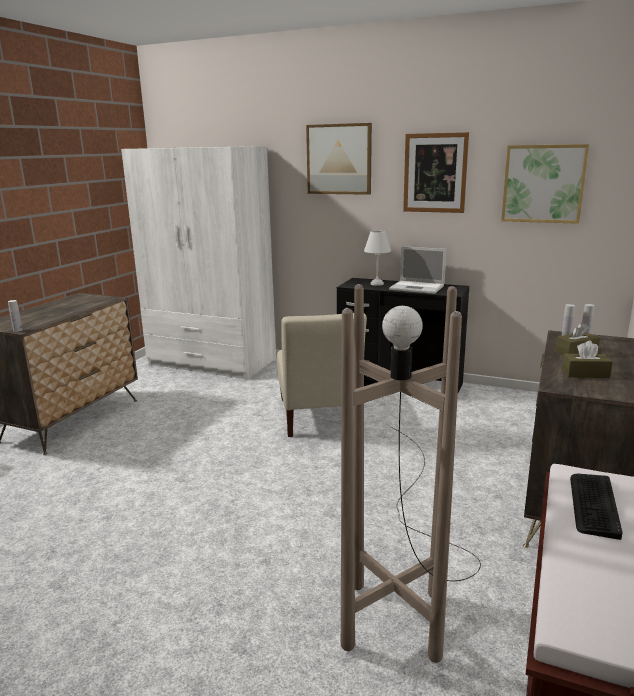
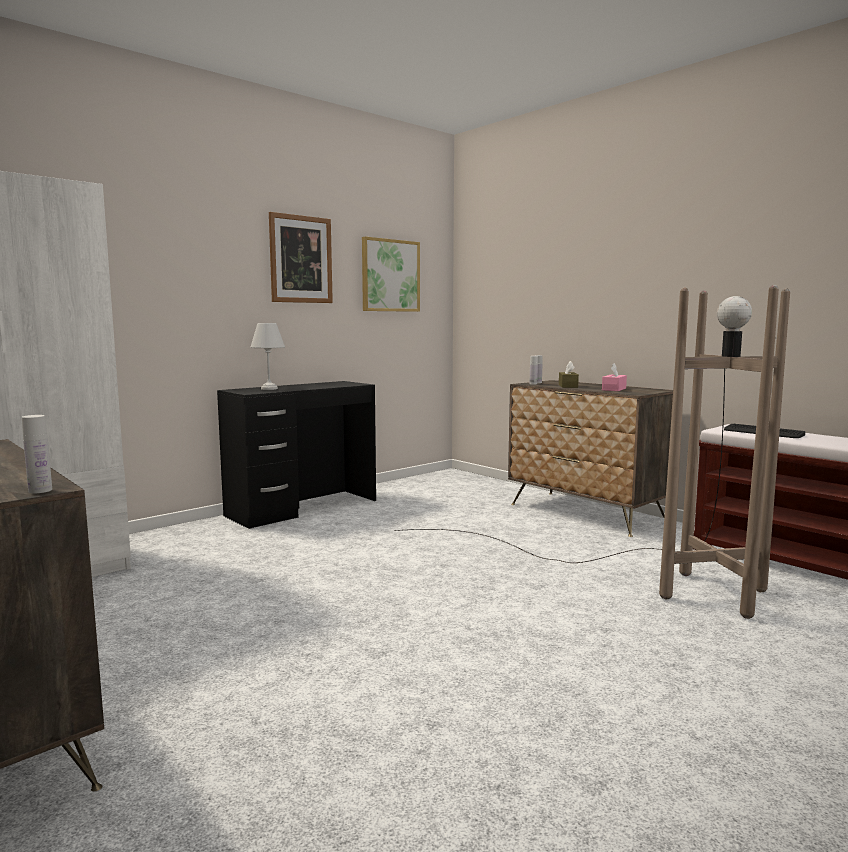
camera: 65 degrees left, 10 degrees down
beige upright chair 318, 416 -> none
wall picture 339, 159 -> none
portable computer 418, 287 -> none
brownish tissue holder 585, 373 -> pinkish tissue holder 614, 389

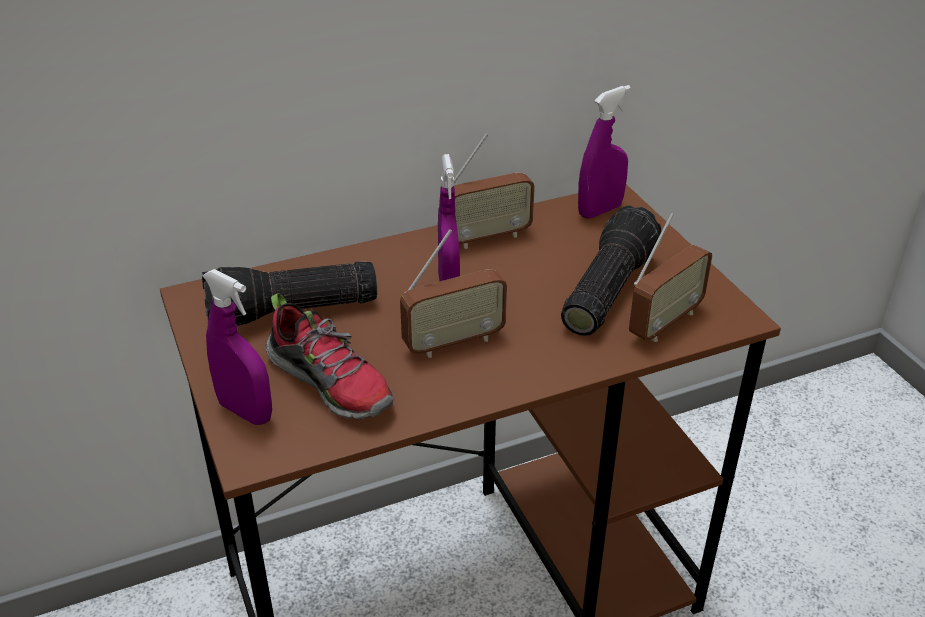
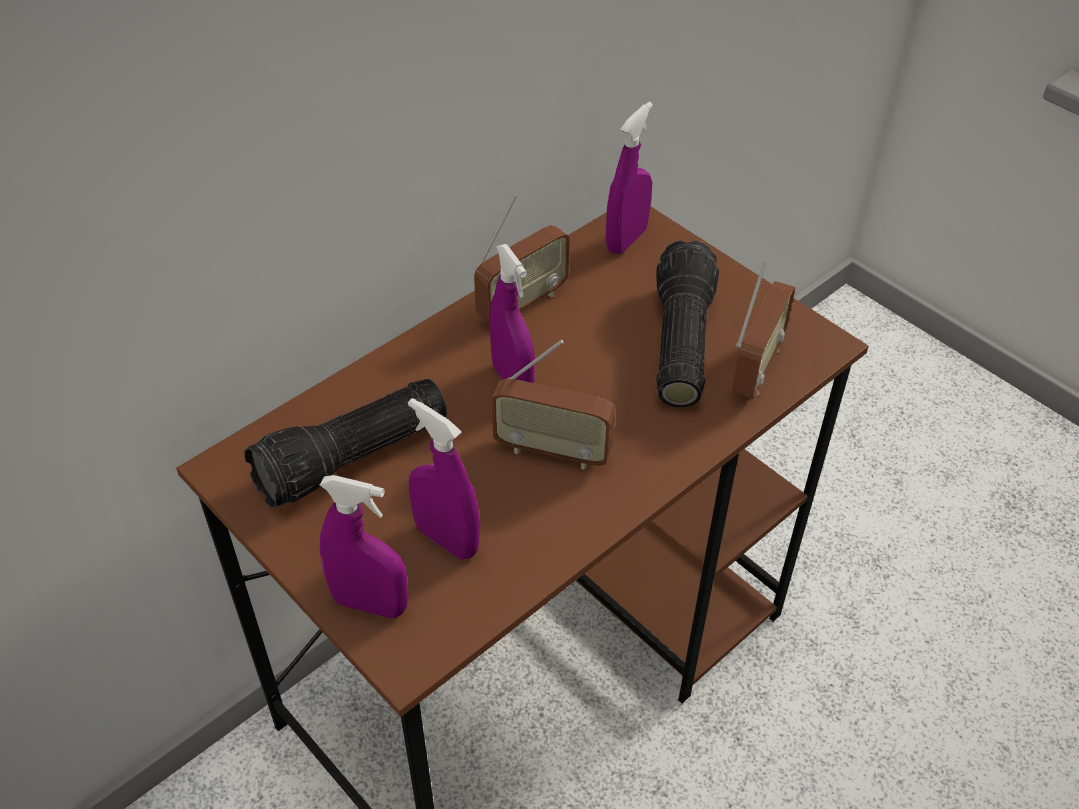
camera: 20 degrees left, 10 degrees up
item of footwear 331, 383 -> purple hand sprayer 447, 540
radio 453, 342 -> radio 552, 451, 60 degrees clockwise

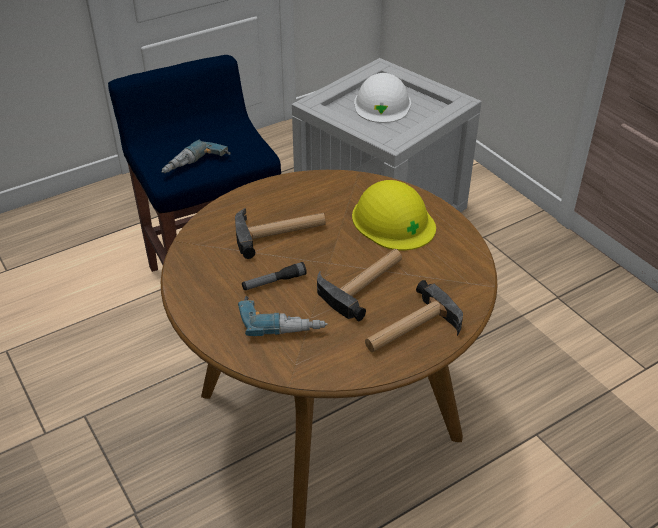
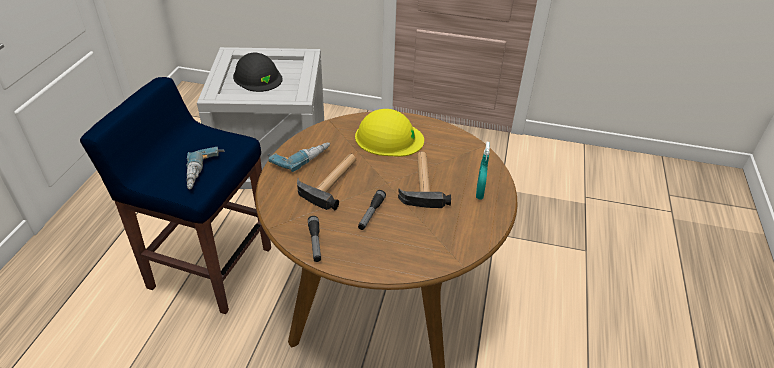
camera: 45 degrees left, 0 degrees up
none -> torch 315, 242
drill 282, 321 -> drill 299, 157, move
hand hammer 410, 329 -> turquoise hand sprayer 479, 193
whitish work helmet 382, 104 -> blackish work helmet 257, 77

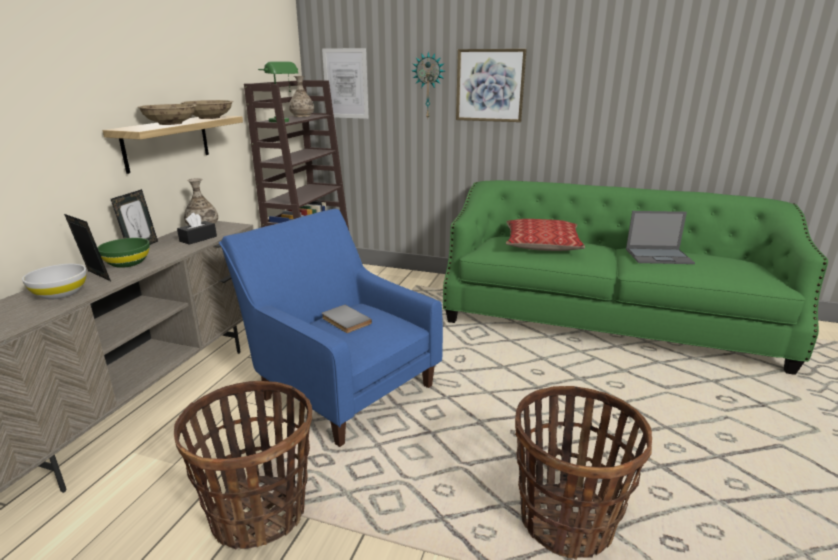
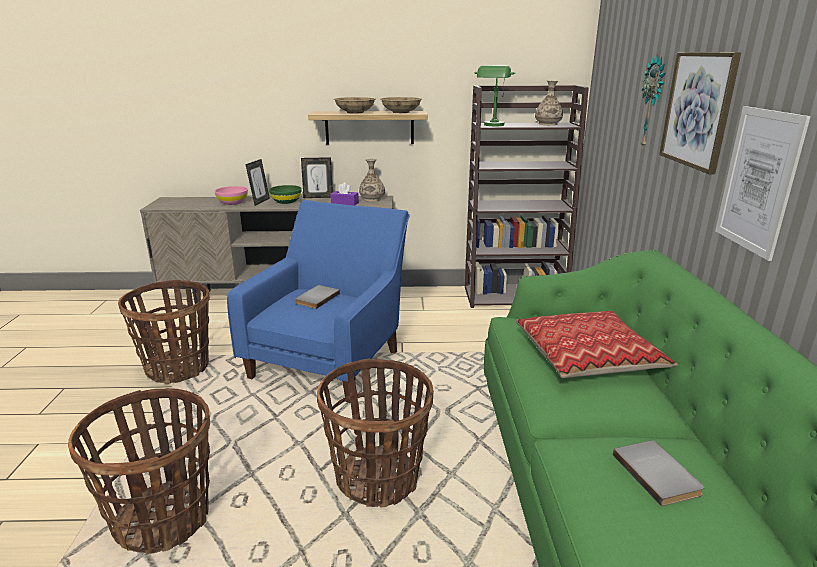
camera: 70 degrees right, 0 degrees up
none -> basket 378, 478
wall picture 345, 83 -> wall picture 758, 180, move
portable computer 659, 256 -> gray bound book 658, 474
whitish bowl 60, 294 -> pinkish bowl 232, 202
blackish tissue holder 198, 239 -> purple tissue holder 344, 203

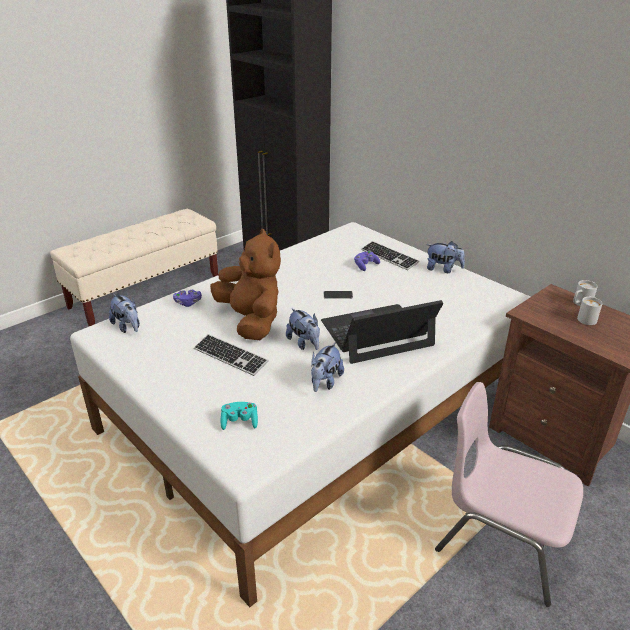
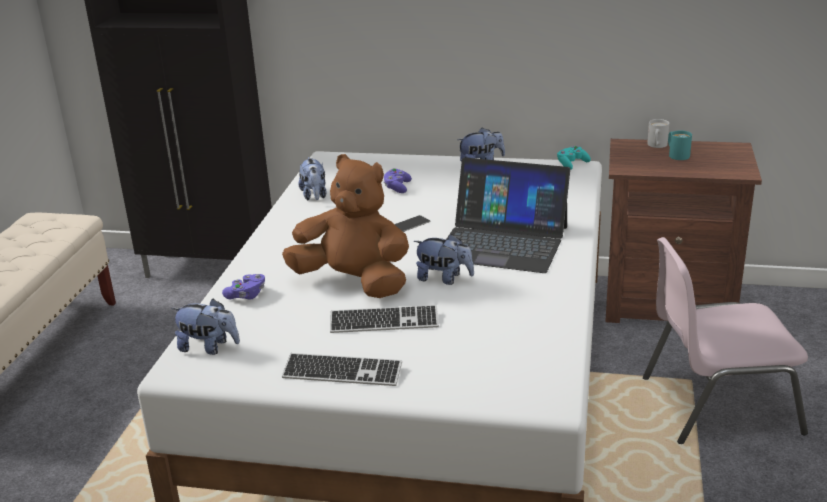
camera: 35 degrees left, 5 degrees down
turquoise gamepad 240, 422 -> turquoise gamepad 572, 164, move
cuddly toy 325, 382 -> cuddly toy 314, 196, move
keyboard 389, 257 -> keyboard 342, 372, move
whitish tea mug 586, 317 -> turquoise tea mug 676, 154
portable computer 377, 333 -> portable computer 502, 242, 105 degrees counterclockwise

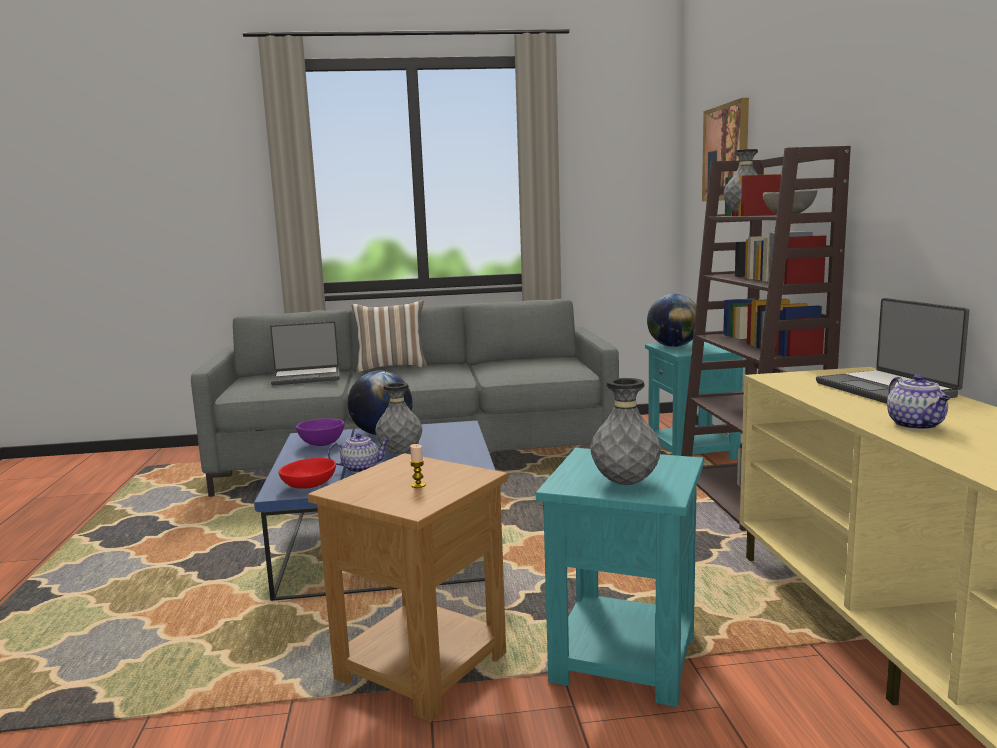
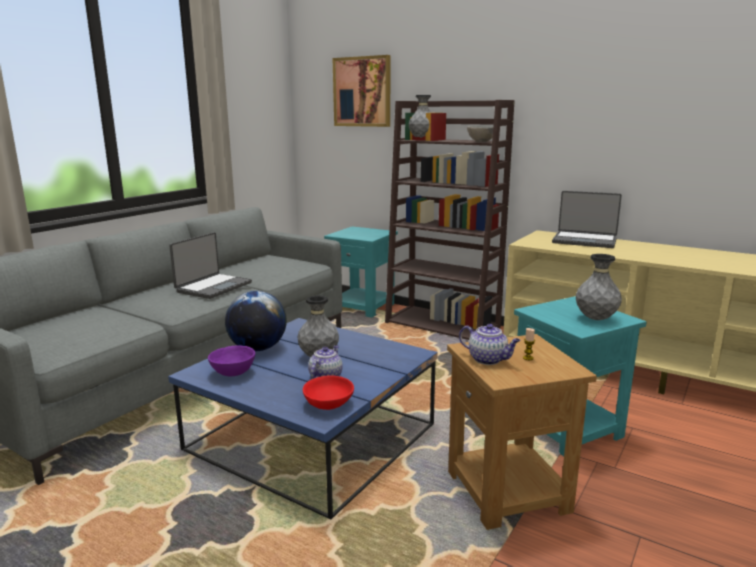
camera: 50 degrees left, 5 degrees up
throw pillow 392, 367 -> none
globe 673, 346 -> none
portable computer 306, 377 -> portable computer 213, 287, move
tea pot 917, 425 -> tea pot 488, 359, move

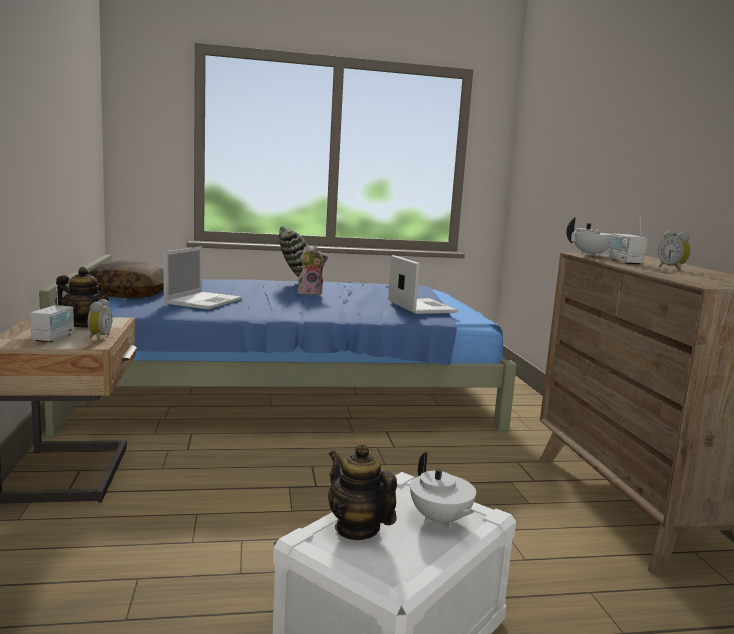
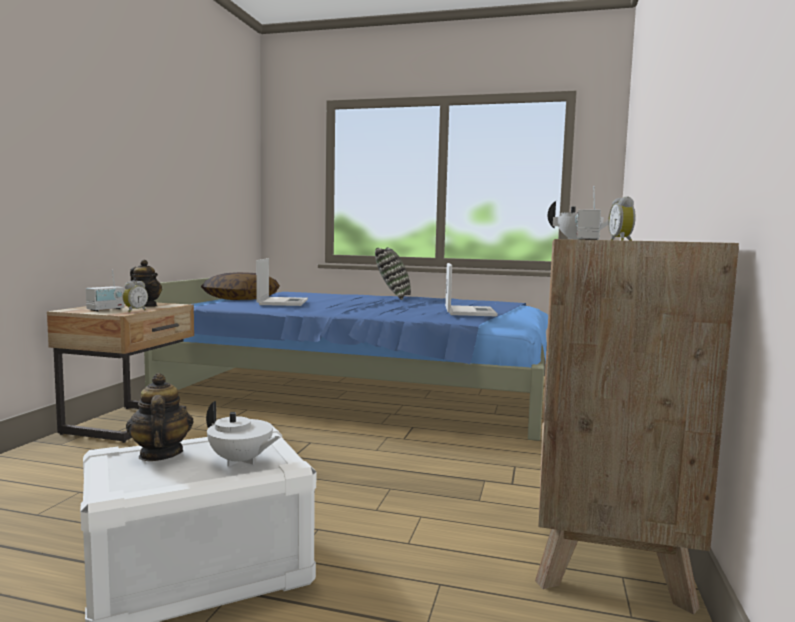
camera: 25 degrees right, 5 degrees down
cuddly toy 310, 293 -> none
portable computer 204, 301 -> portable computer 283, 302, 45 degrees counterclockwise
whitish tea pot 440, 520 -> whitish tea pot 241, 461, 60 degrees counterclockwise

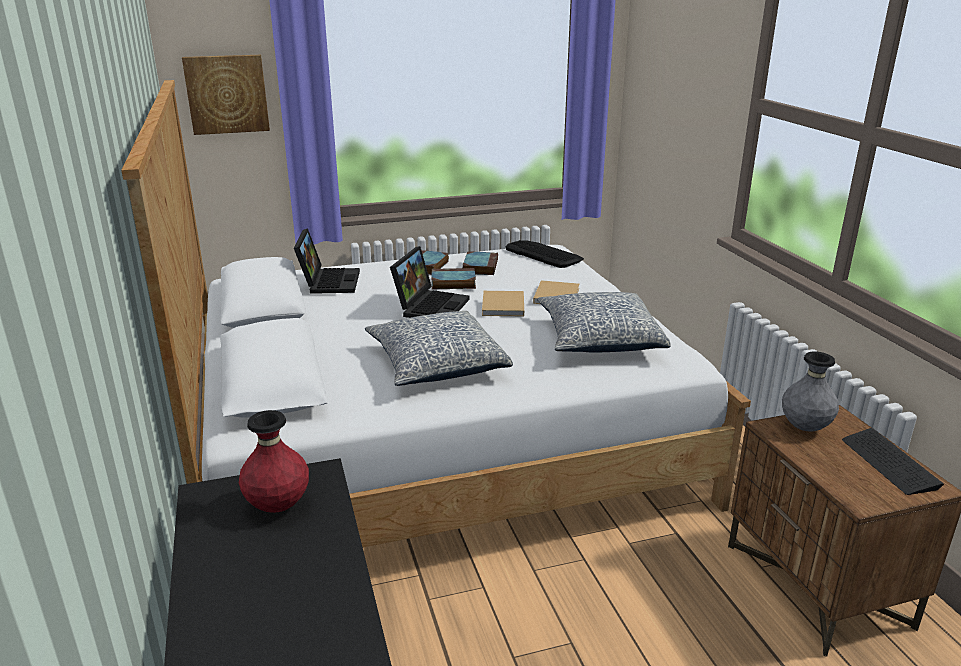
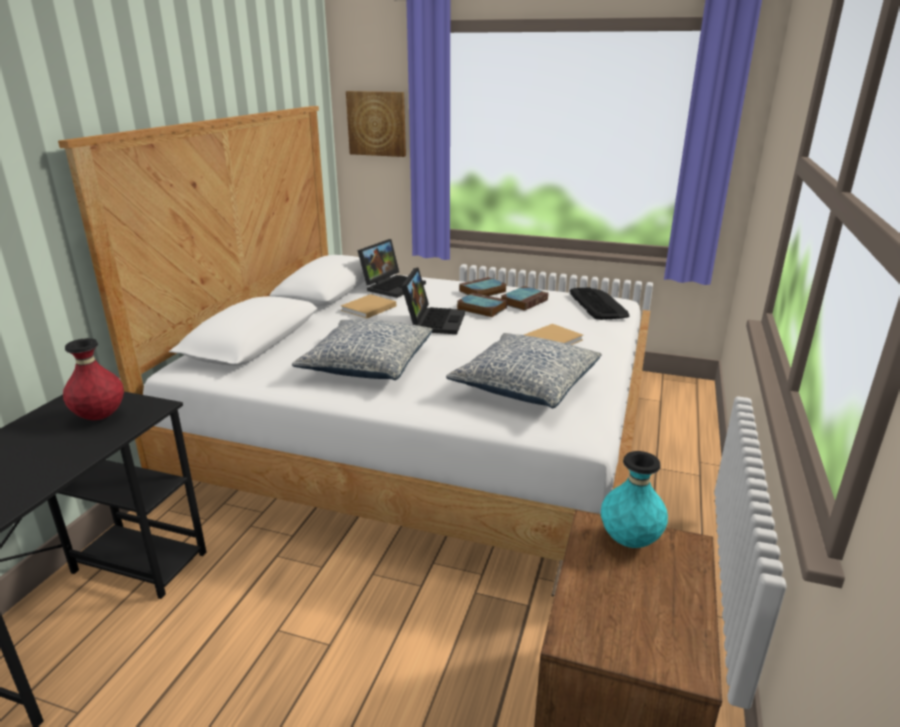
camera: 35 degrees right, 0 degrees up
keyboard 889, 463 -> none
beige bound book 503, 306 -> beige bound book 367, 308, move
gray vase 804, 428 -> turquoise vase 629, 541
portable computer 430, 306 -> portable computer 433, 321, 45 degrees counterclockwise

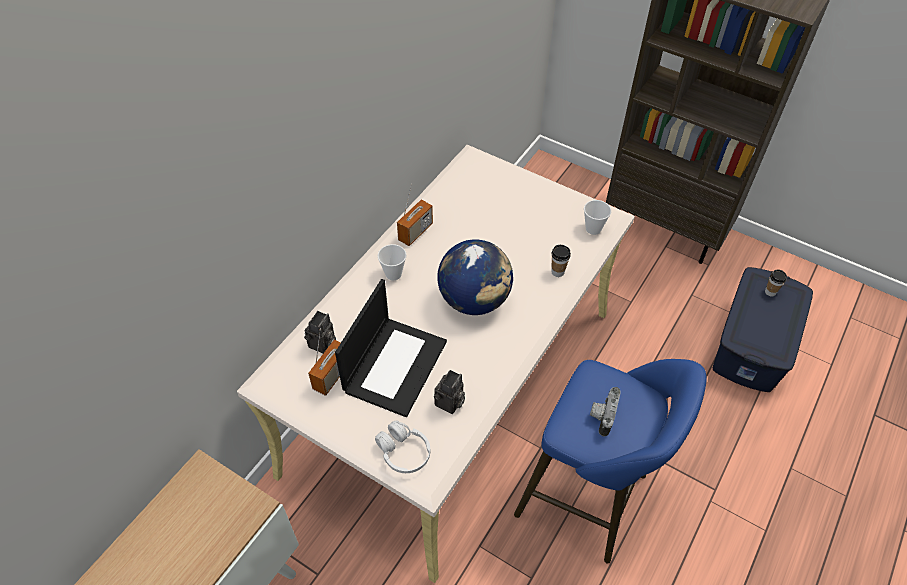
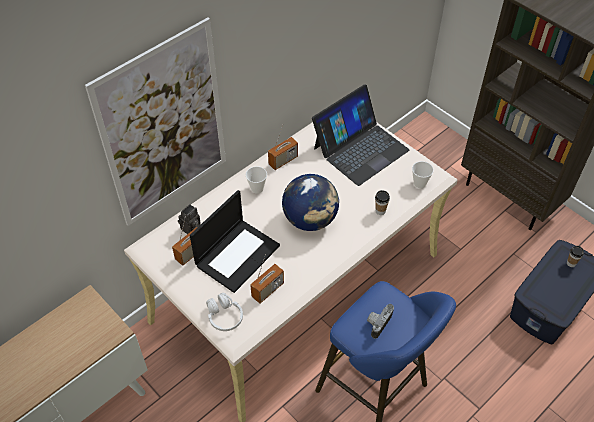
camera: 15 degrees right, 0 degrees up
none -> wall picture 164, 127
none -> portable computer 360, 148
photo camera 449, 404 -> radio 267, 290

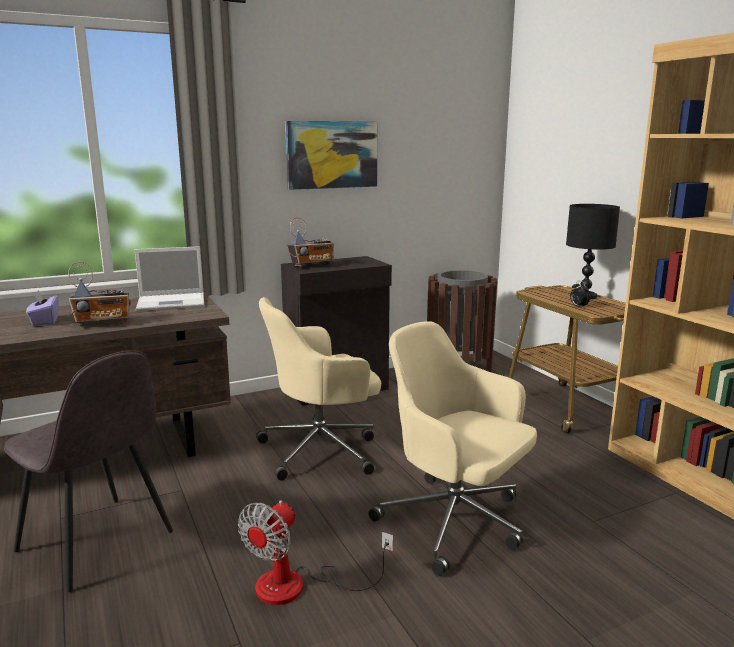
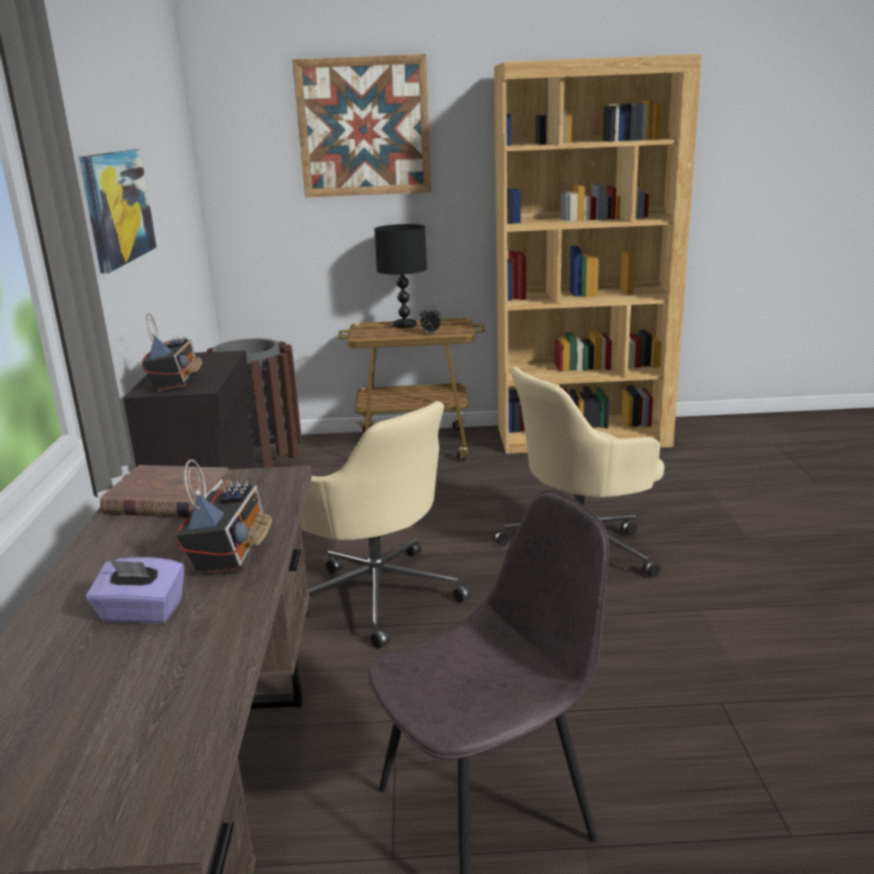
camera: 65 degrees left, 5 degrees up
fan 298, 586 -> none
none -> wall picture 364, 127
portable computer 173, 302 -> brownish bound book 167, 498
beige desk chair 322, 449 -> beige desk chair 378, 593, 45 degrees counterclockwise

